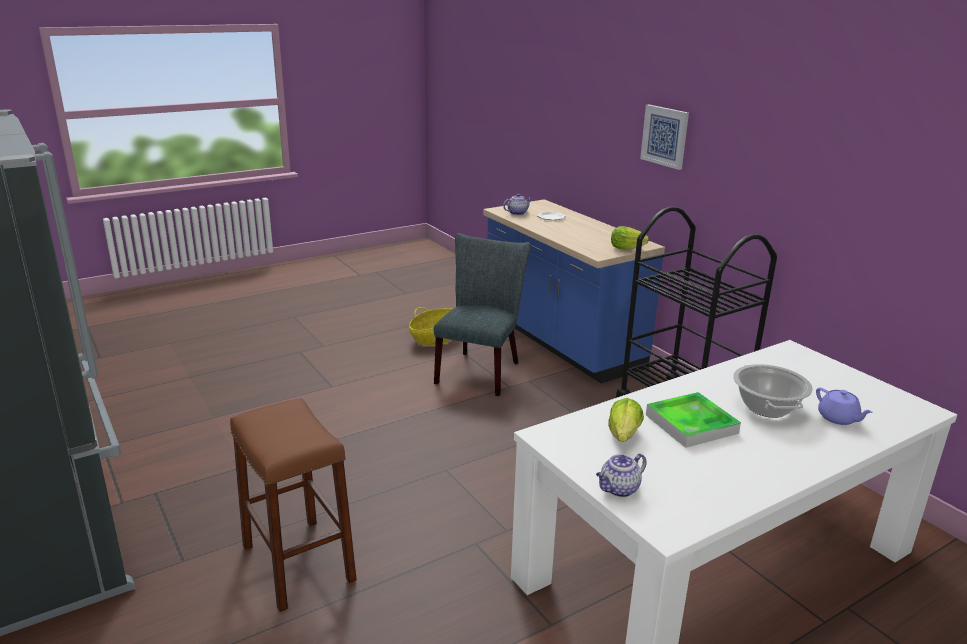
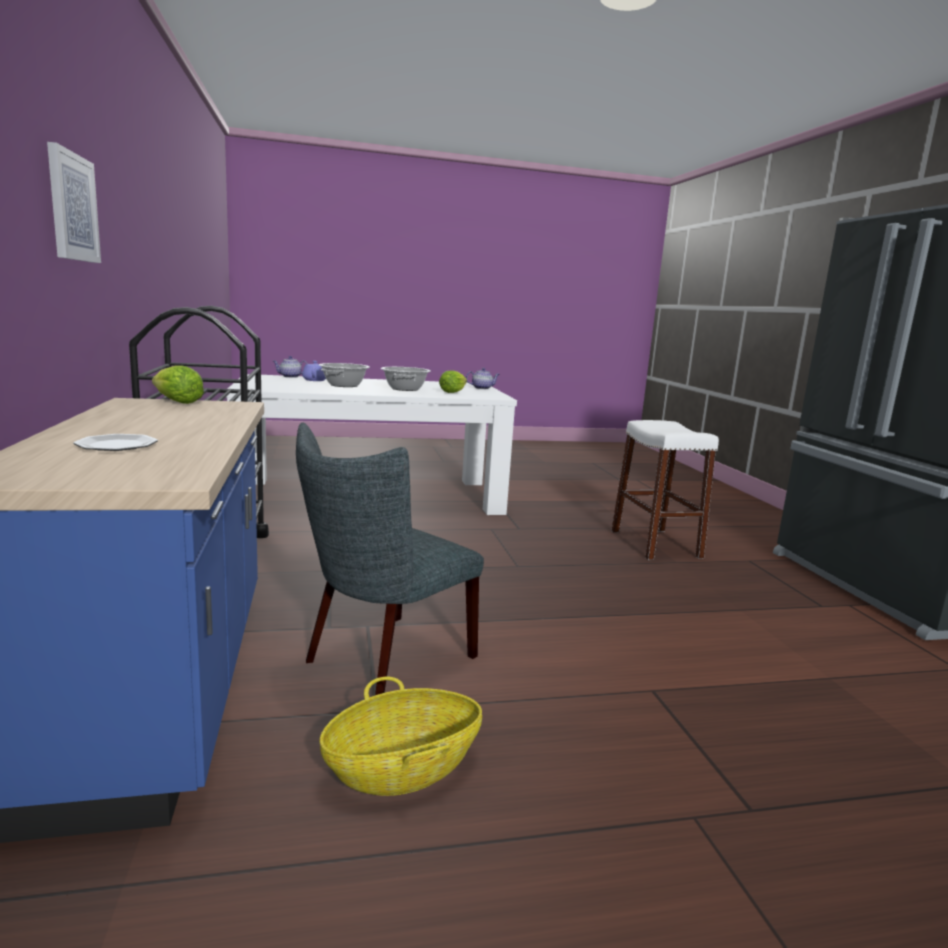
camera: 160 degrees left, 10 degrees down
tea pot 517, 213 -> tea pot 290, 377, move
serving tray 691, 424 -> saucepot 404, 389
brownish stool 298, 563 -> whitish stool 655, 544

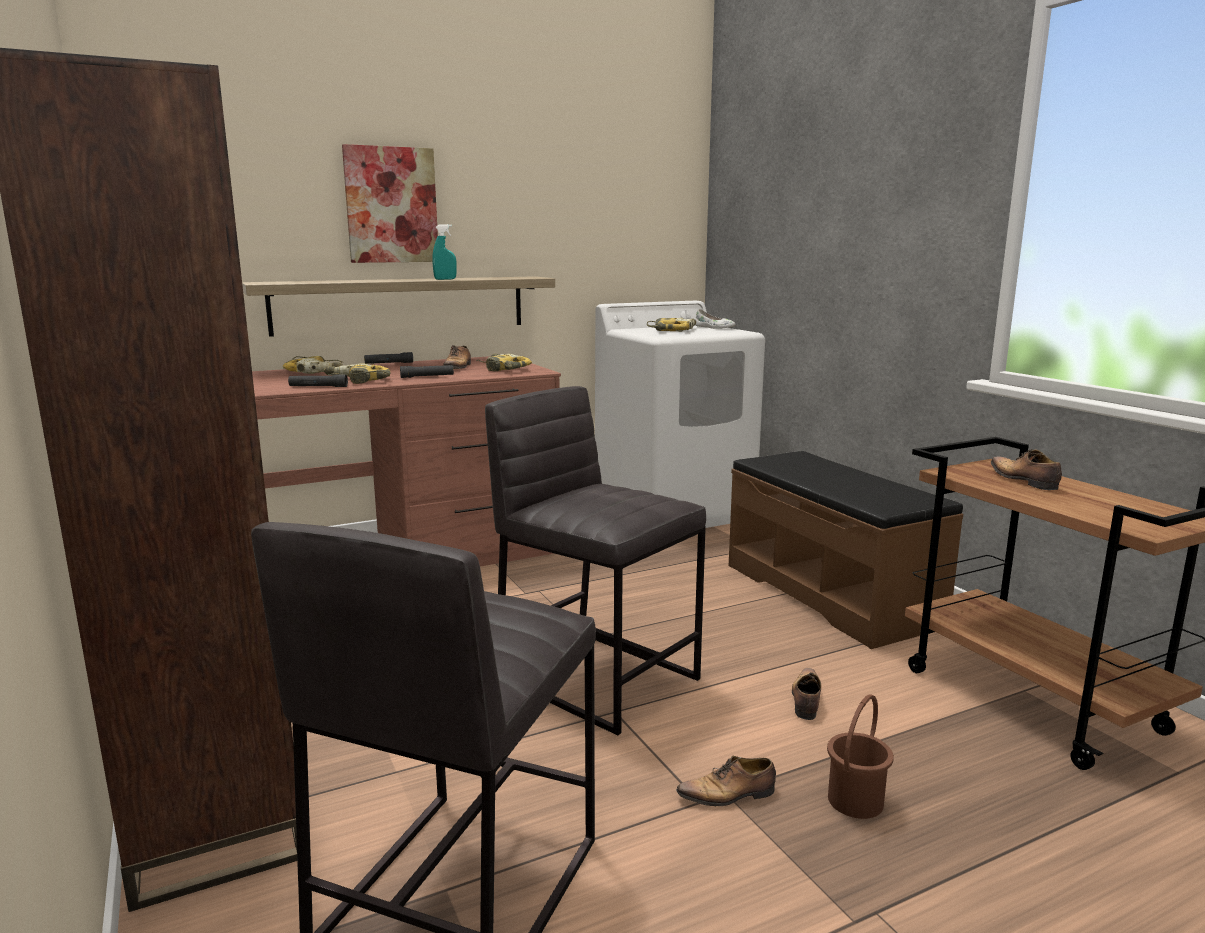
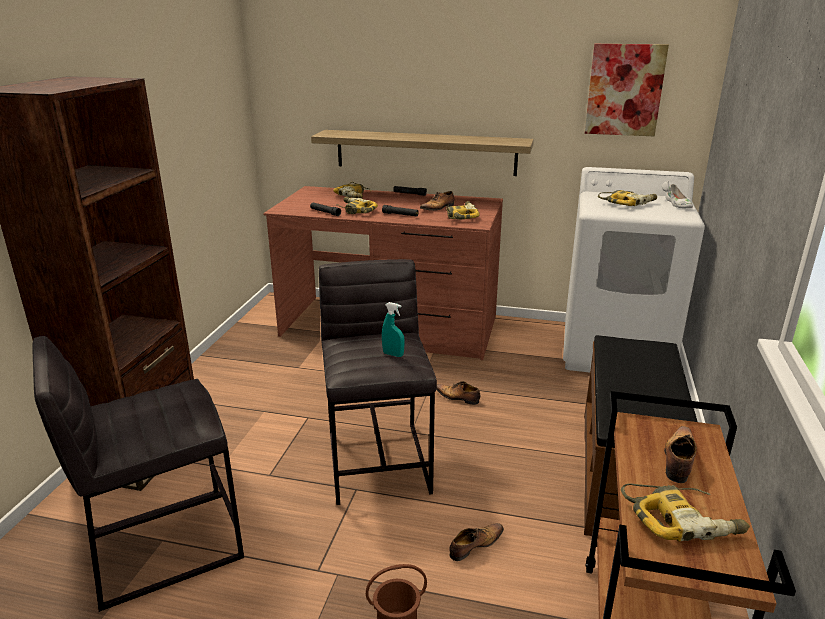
camera: 40 degrees right, 10 degrees up
none -> drill 682, 519
wall picture 391, 205 -> wall picture 624, 90, move
turquoise hand sprayer 445, 279 -> turquoise hand sprayer 393, 354, move
item of footwear 729, 795 -> item of footwear 458, 398, move

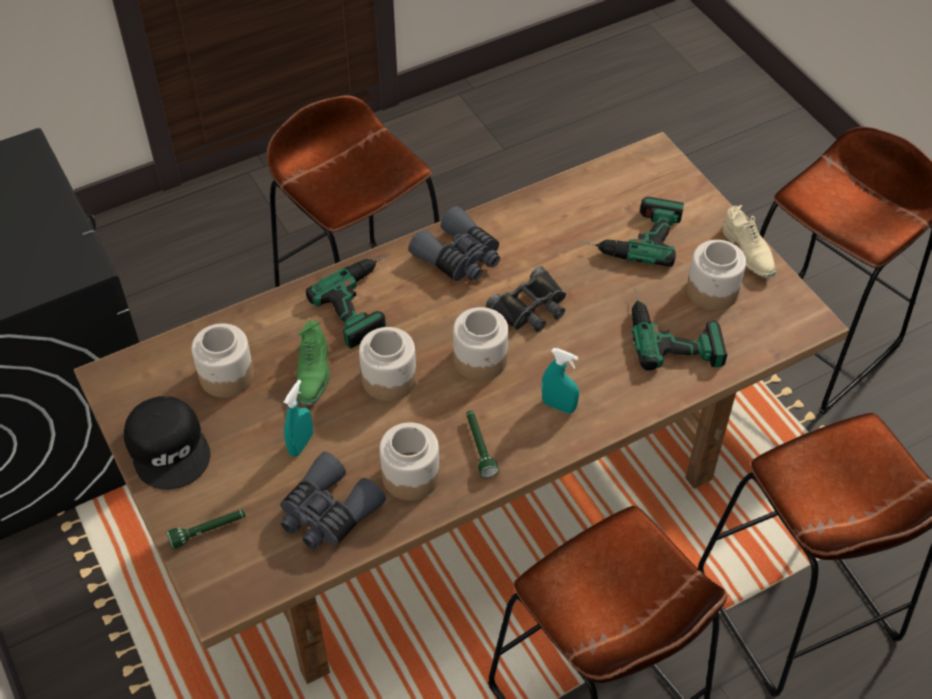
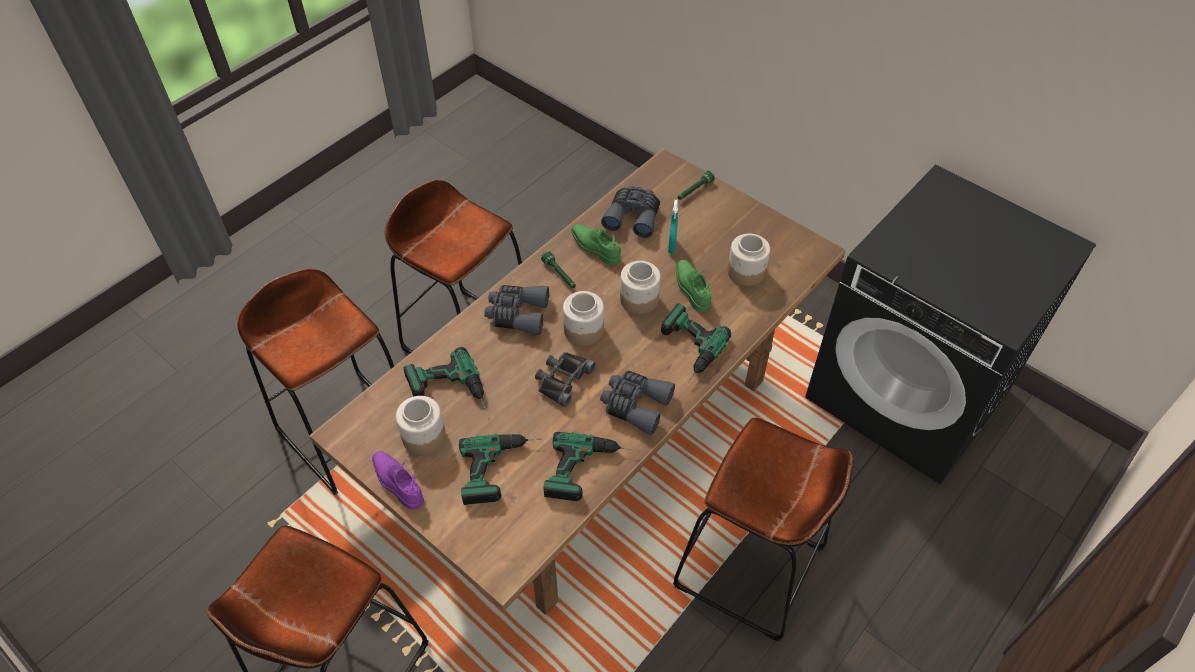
camera: 160 degrees right, 0 degrees up
blackish baseball cap 169, 447 -> none
none -> drill 590, 471
storage jar 411, 475 -> green item of footwear 595, 248
turquoise hand sprayer 558, 406 -> gray binoculars 517, 314
beige item of footwear 748, 252 -> purple item of footwear 397, 483

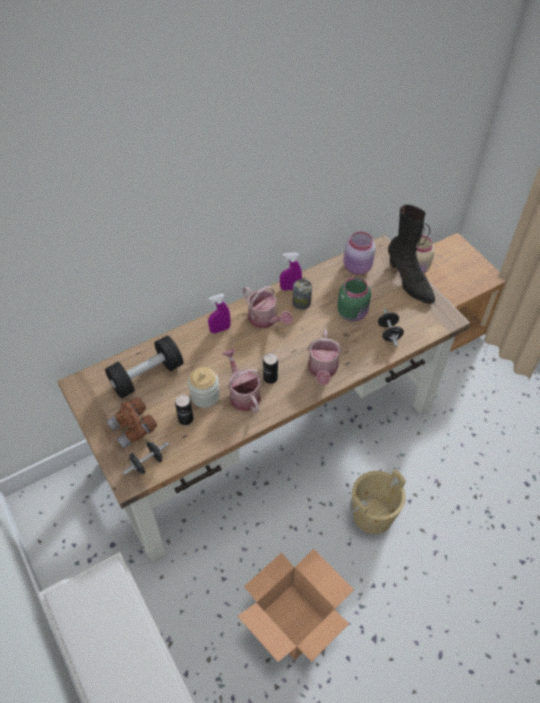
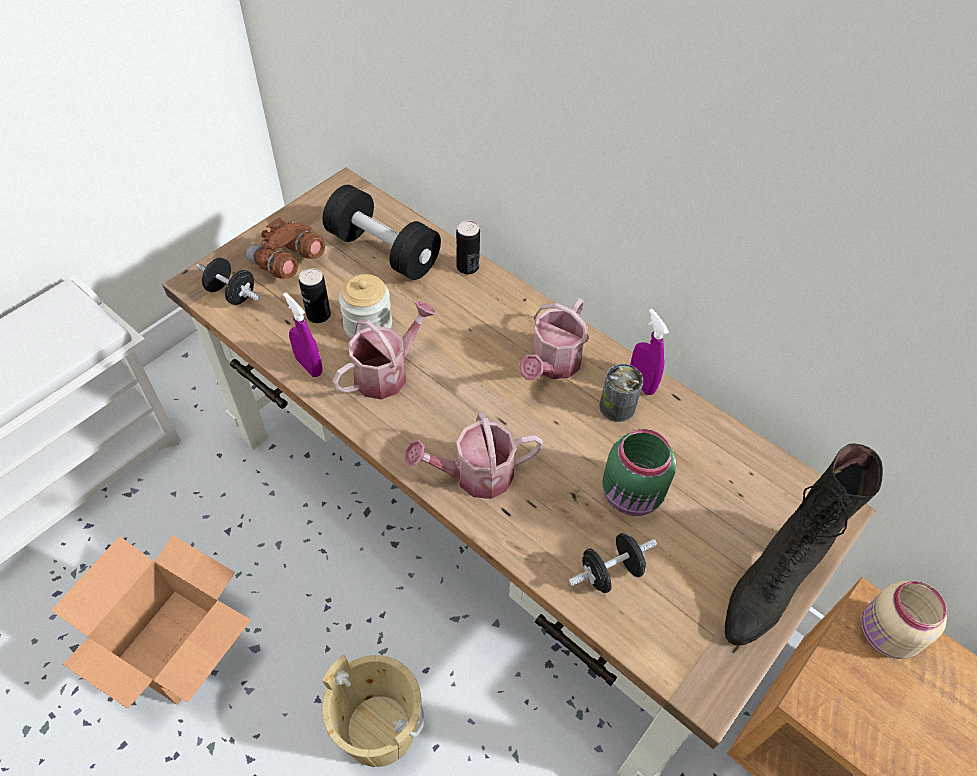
camera: 70 degrees right, 0 degrees up
pinkish storage jar 357, 268 -> none
purple hand sprayer 220, 329 -> purple hand sprayer 309, 366, move
metal can 270, 378 -> metal can 467, 267, move

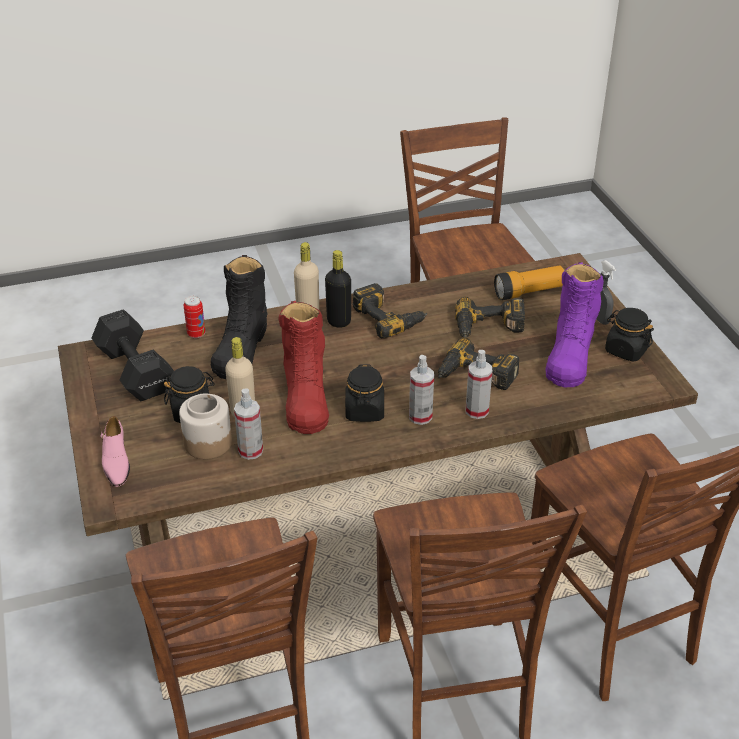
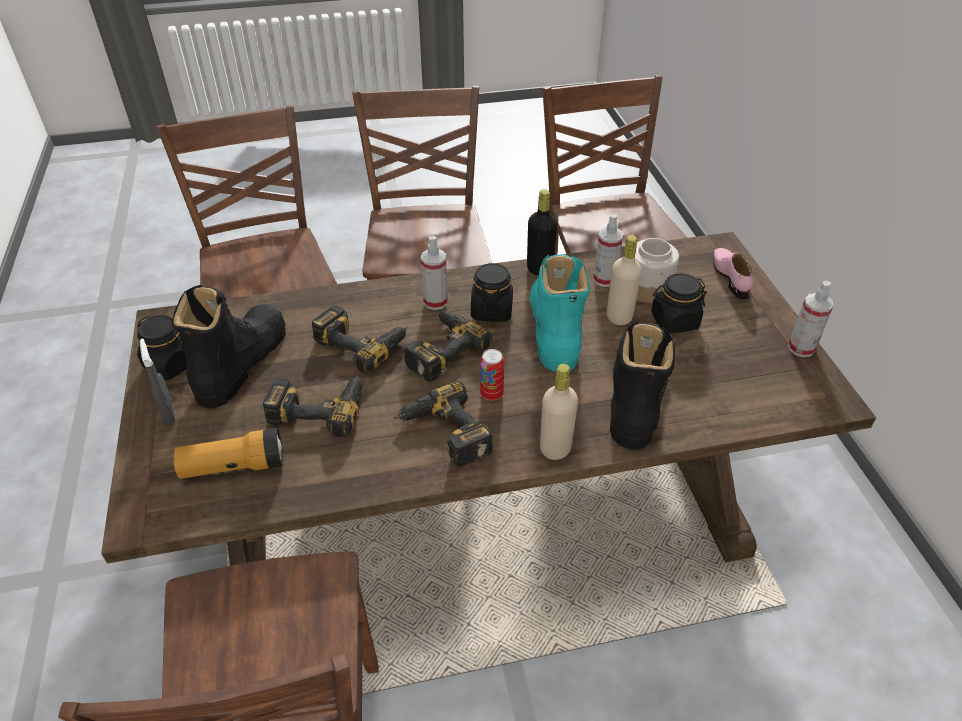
camera: 175 degrees left, 5 degrees up
blackish free weight 134, 373 -> none
none -> drill 440, 349
metal can 196, 334 -> metal can 491, 394, move
blackish beverage bottle 339, 321 -> blackish beverage bottle 539, 269, move
hand sprayer 477, 411 -> hand sprayer 801, 348, move
red-coloured tall boot 305, 397 -> turquoise tall boot 554, 329
purple tall boot 570, 355 -> blackish tall boot 241, 362

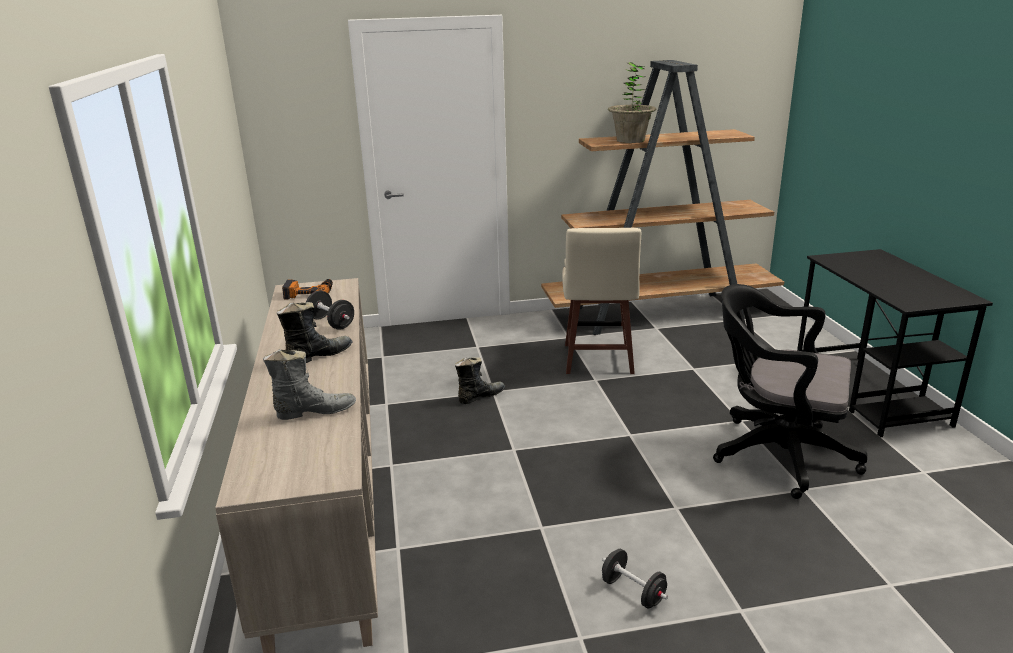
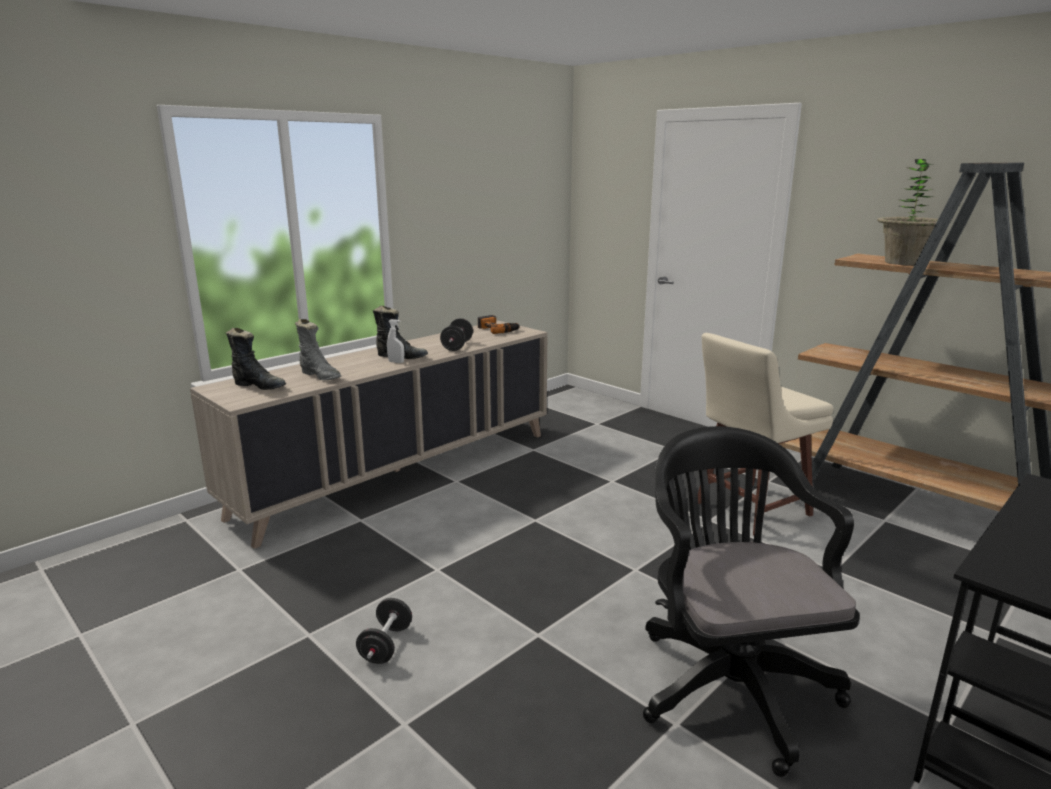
camera: 55 degrees right, 5 degrees down
none -> whitish hand sprayer 396, 362
blackish tall boot 480, 396 -> blackish tall boot 259, 386, move

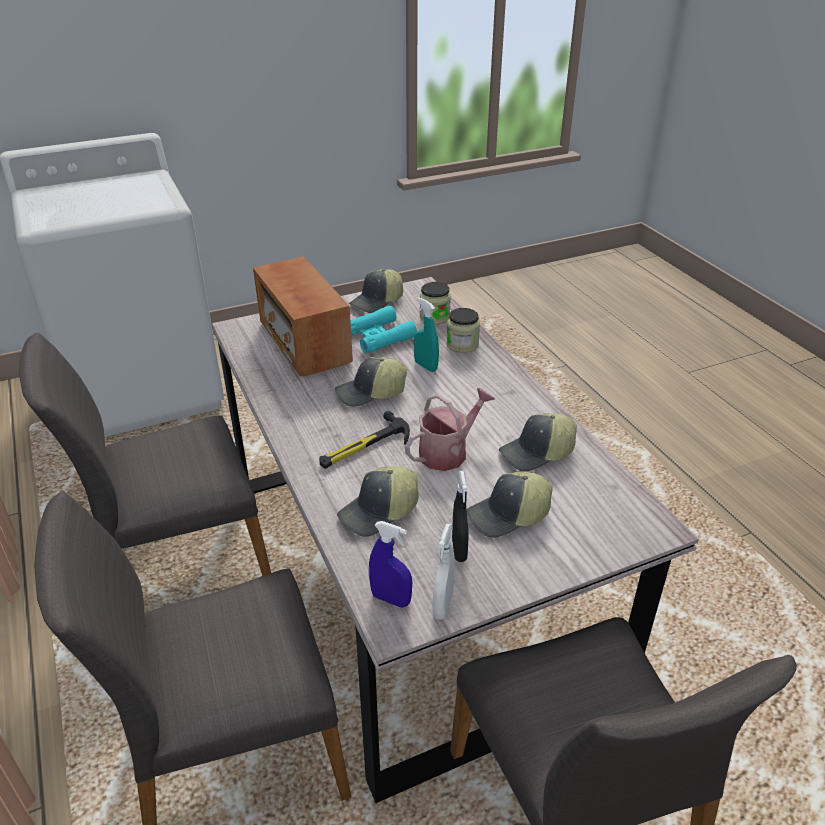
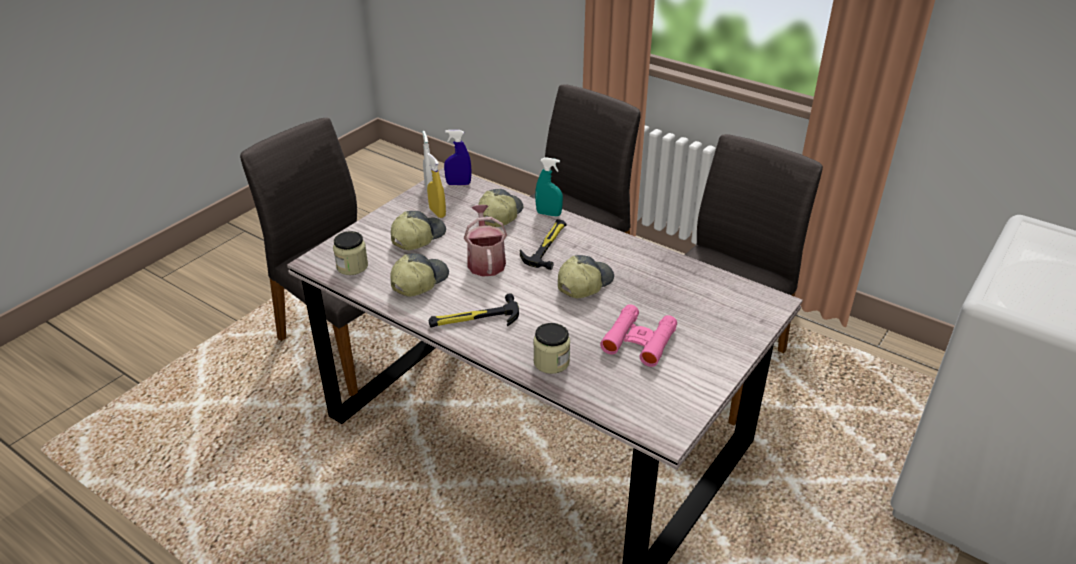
camera: 150 degrees right, 0 degrees up
radio 304, 343 -> none
baseball cap 377, 302 -> none
none -> hand hammer 474, 318
turquoise hand sprayer 425, 366 -> turquoise hand sprayer 548, 214, move
storage jar 434, 317 -> storage jar 352, 266, move
turquoise binoculars 378, 336 -> pinkish binoculars 639, 341
blackish hand sprayer 459, 550 -> yellowish hand sprayer 437, 212
sprinkling can 448, 452 -> sprinkling can 485, 261, 150 degrees clockwise

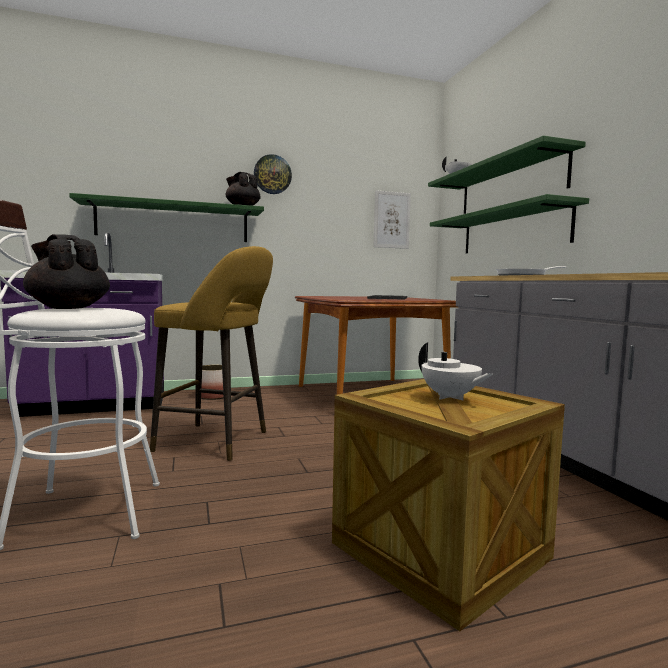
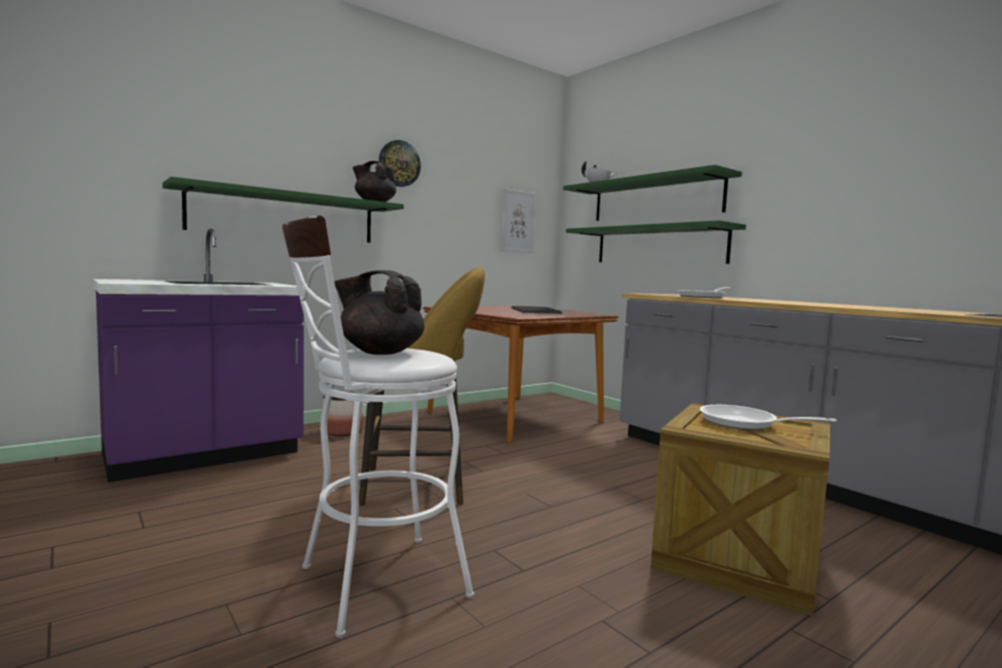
camera: 20 degrees left, 0 degrees up
whitish tea pot 450, 397 -> pan 745, 423

